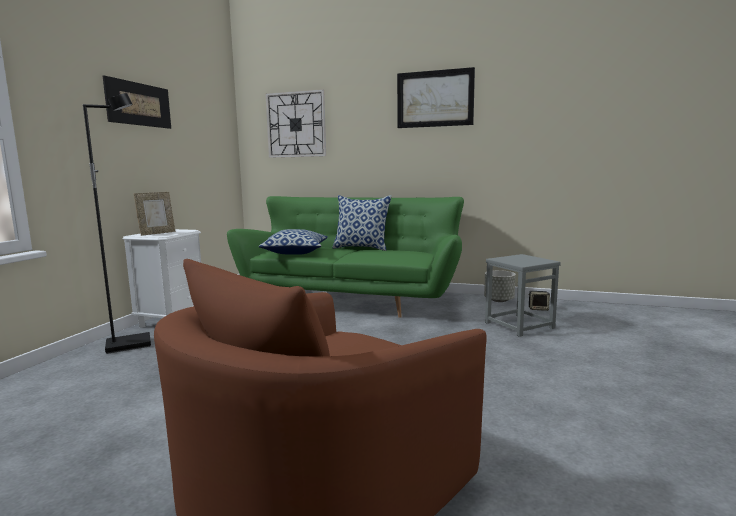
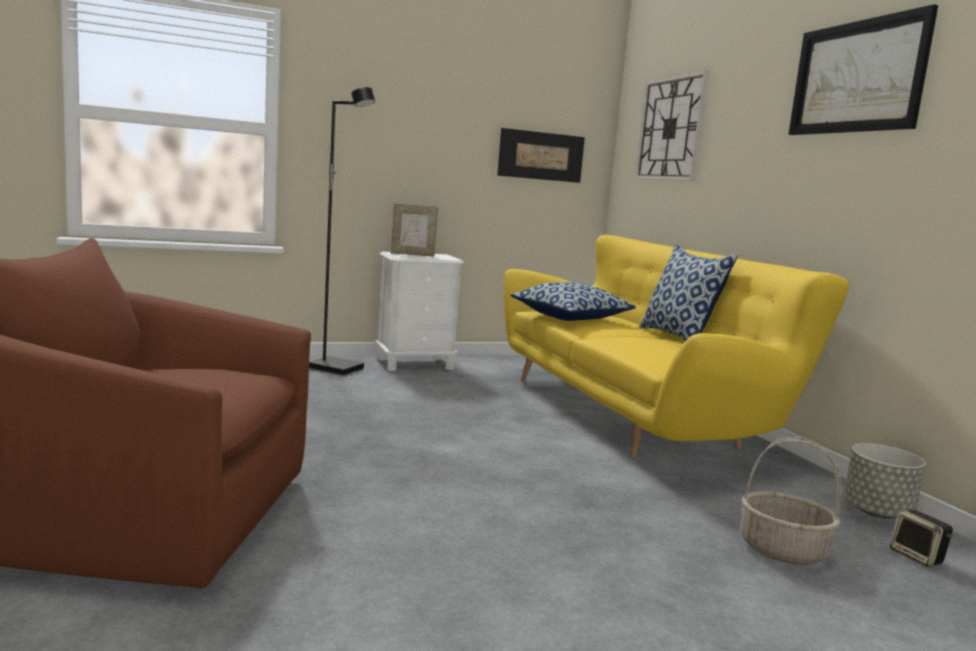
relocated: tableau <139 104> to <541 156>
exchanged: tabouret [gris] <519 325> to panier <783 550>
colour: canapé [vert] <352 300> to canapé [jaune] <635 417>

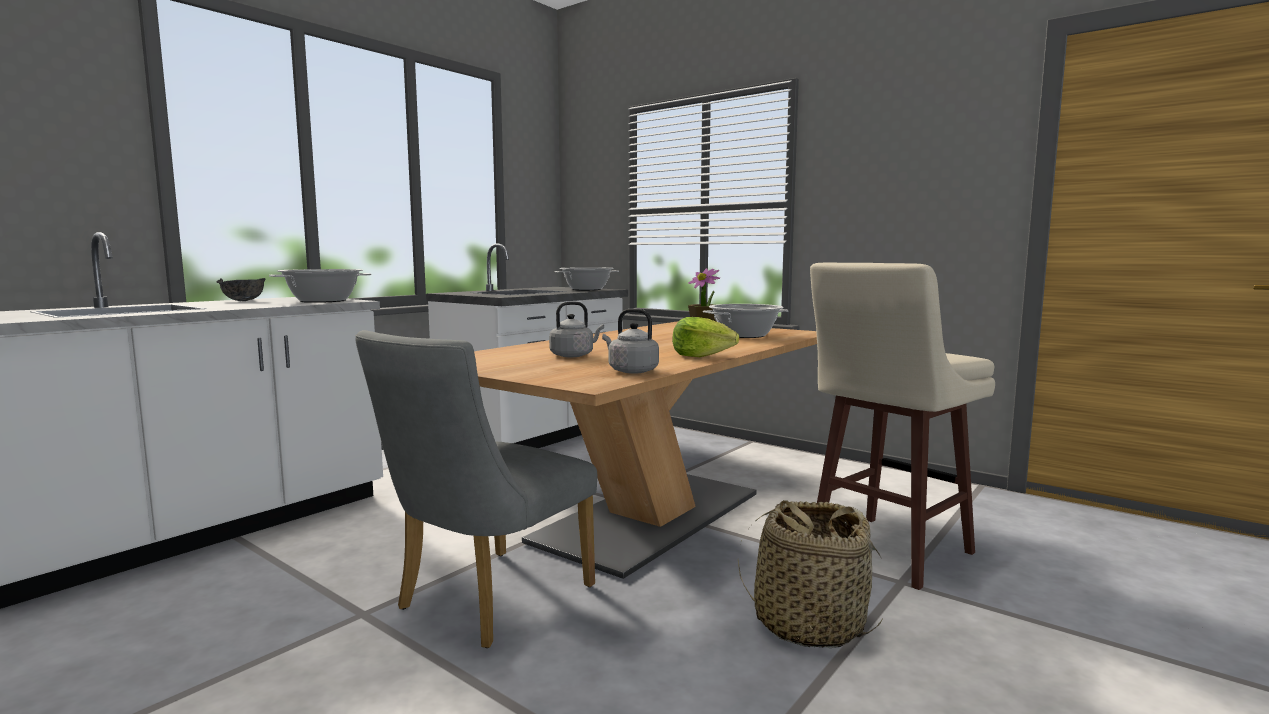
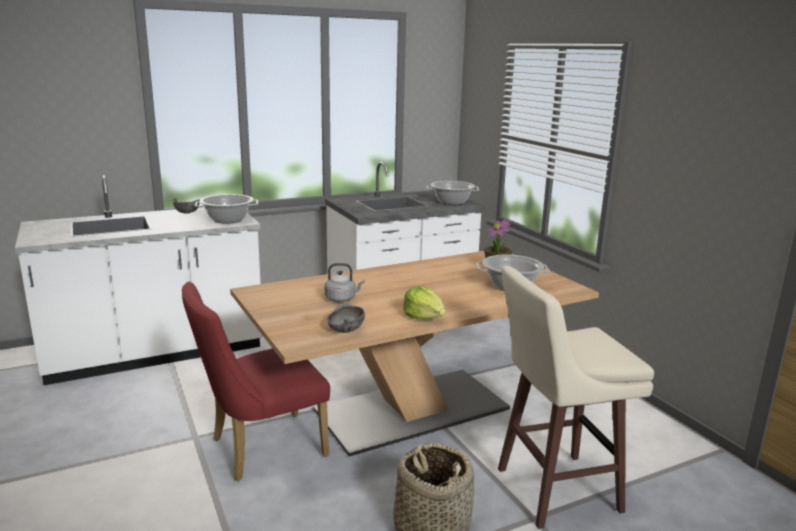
exchanged: bouilloire [gris] <630 371> to bol [gris] <345 330>
colour: chaise [gris] <485 602> to chaise [rouge] <260 449>

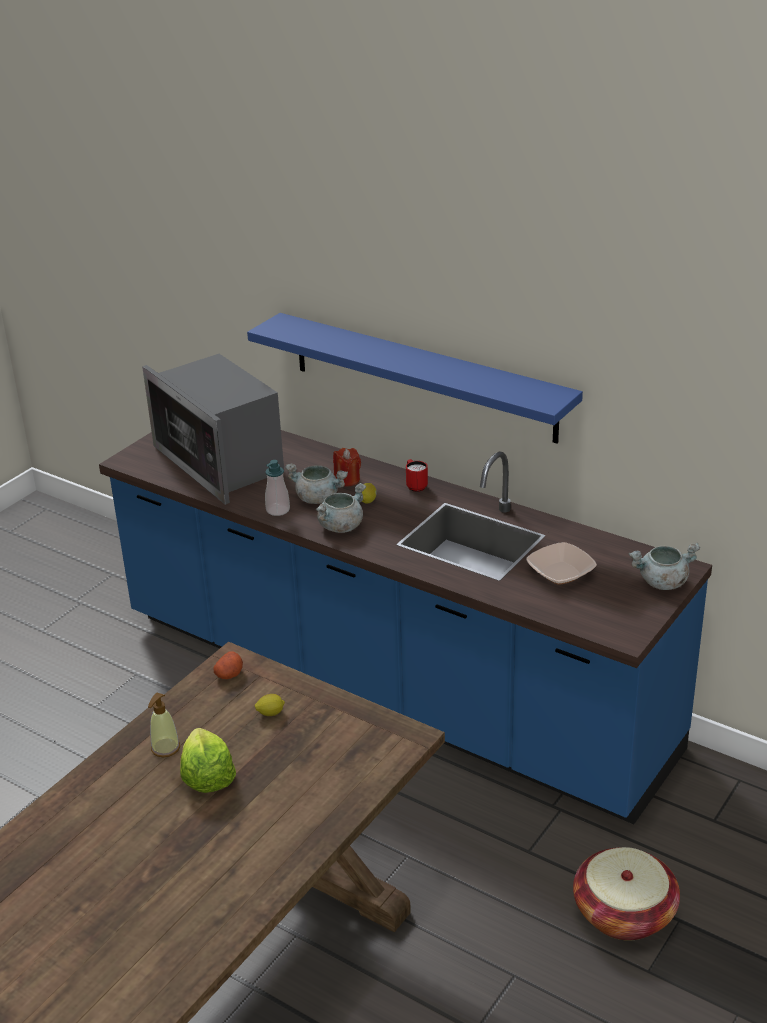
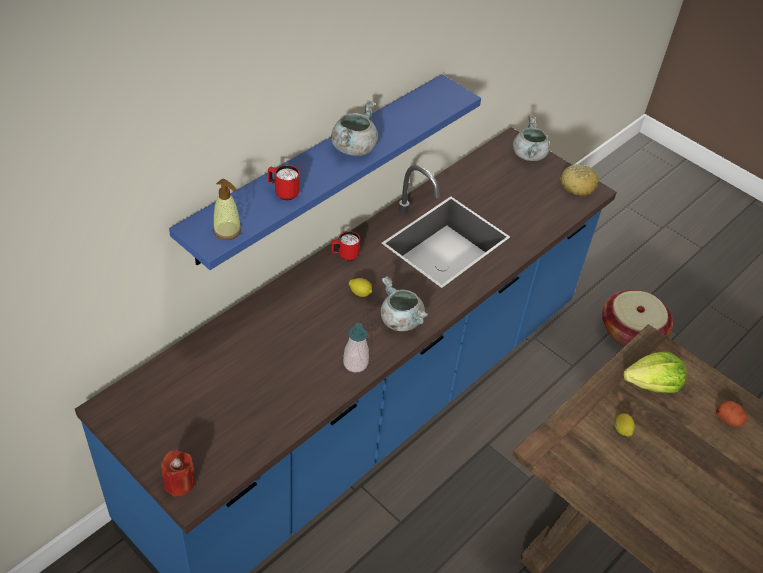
missing: micro-ondes <221 462>; bol <560 573>
appeared: mug [rouge] <283 192>; pain <577 185>
relocated: bougie [rouge] <347 480> to <179 483>; distributeur de savon <165 748> to <227 231>; marmite [gris] <318 498> to <353 147>; laitue <207 777> to <652 384>; pomme de terre <229 674> to <729 419>

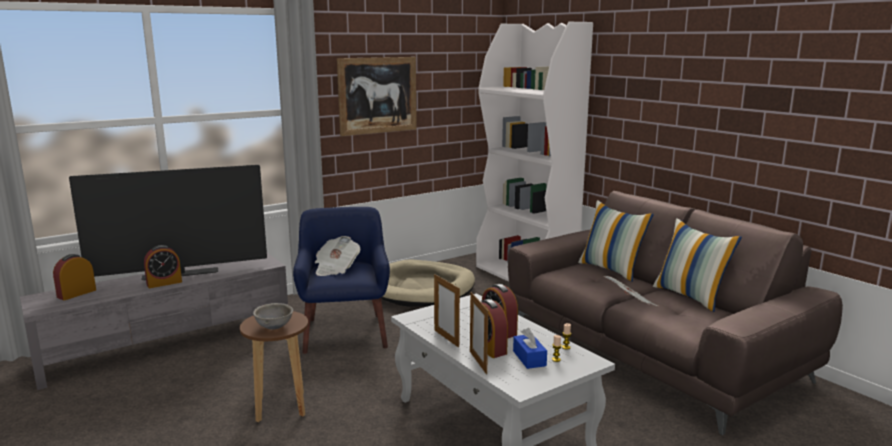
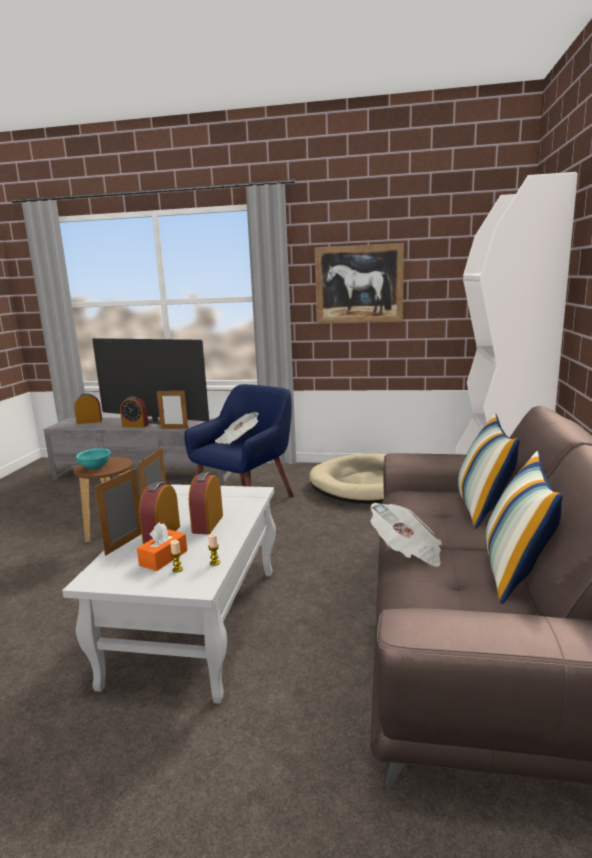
appeared: cadre photo <174 428>
colour: bol [gris] <275 327> to bol [turquoise] <95 468>; boîte à mouchoirs [bleu] <529 358> to boîte à mouchoirs [orange] <163 558>

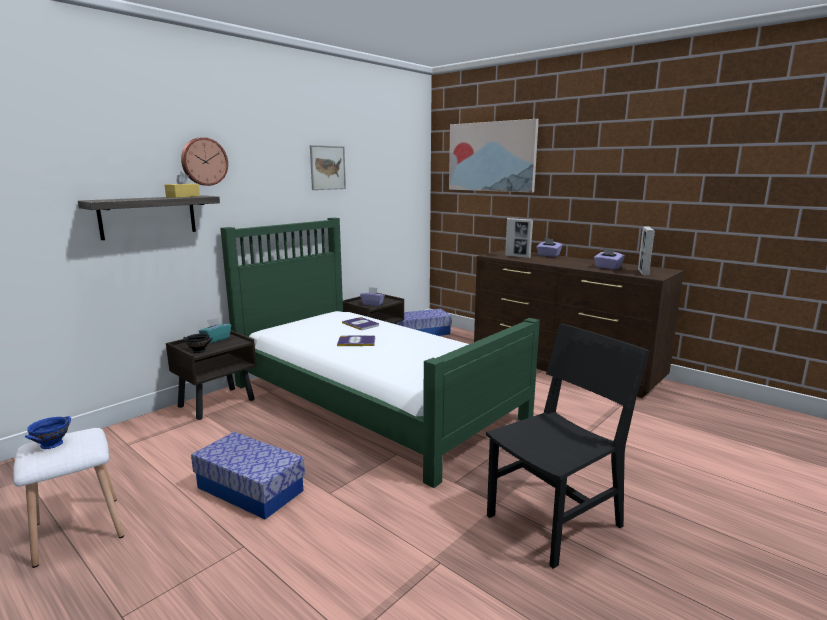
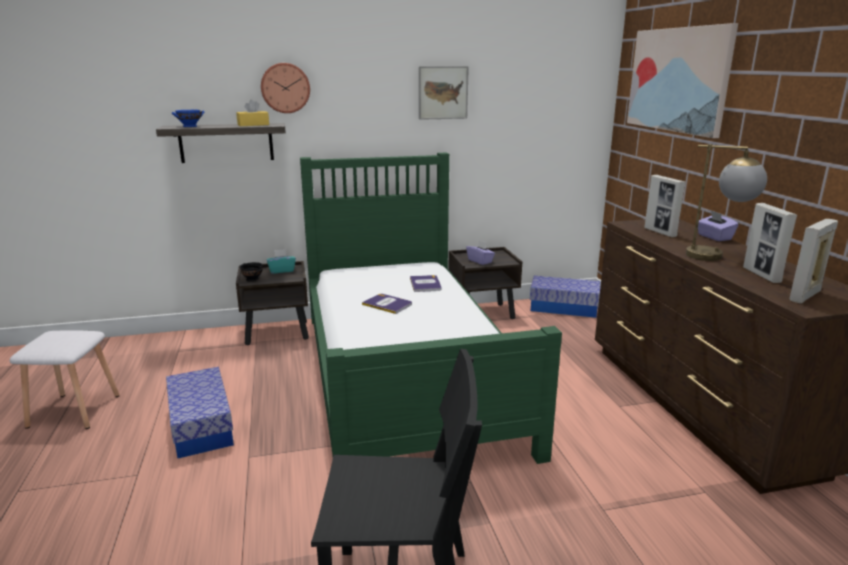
appeared: lampe de table <717 257>
relocated: bol [bleu] <53 444> to <190 126>
exchanged: boîte à mouchoirs [violet] <607 267> to cadre photo <761 275>

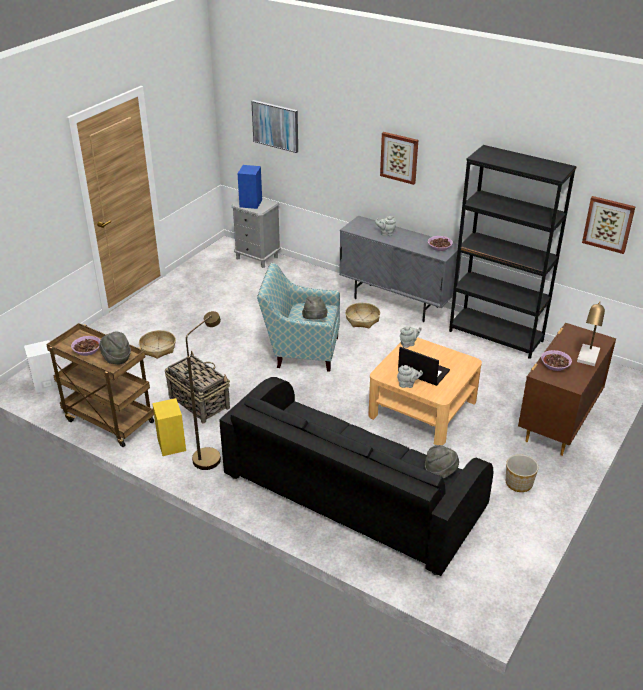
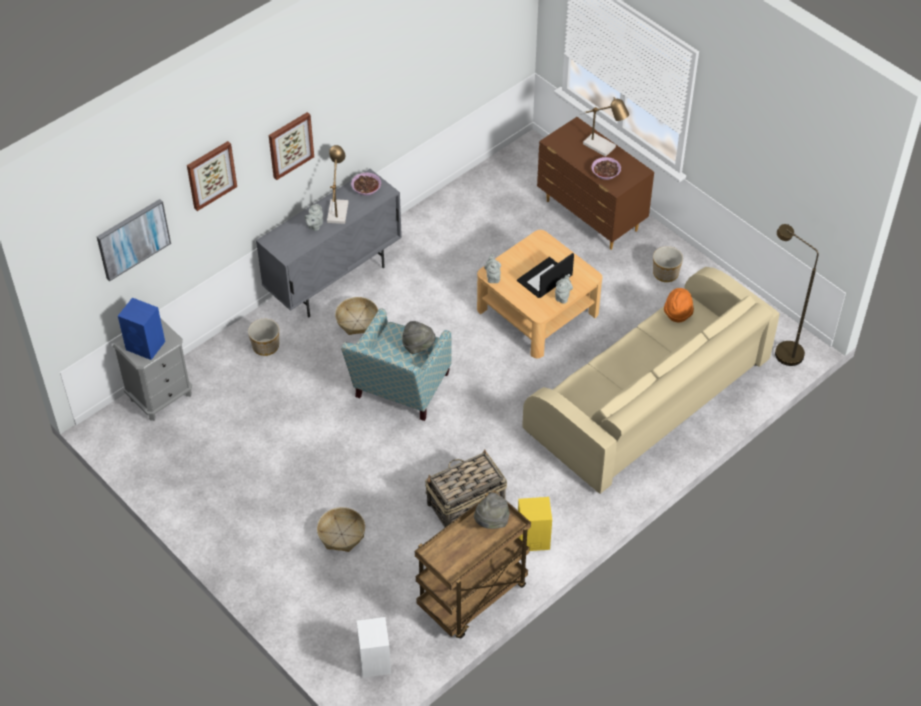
missing: bol <87 350>; bibliothèque [noir] <496 336>
appeared: cache-pot <265 346>; lampe de table <337 209>
relocated: tableau <608 224> to <210 174>; lampadaire [marron] <210 455> to <782 350>
colour: canapé [noir] <352 493> to canapé [beige] <648 398>; chapeau [gris] <440 472> to chapeau [orange] <677 313>

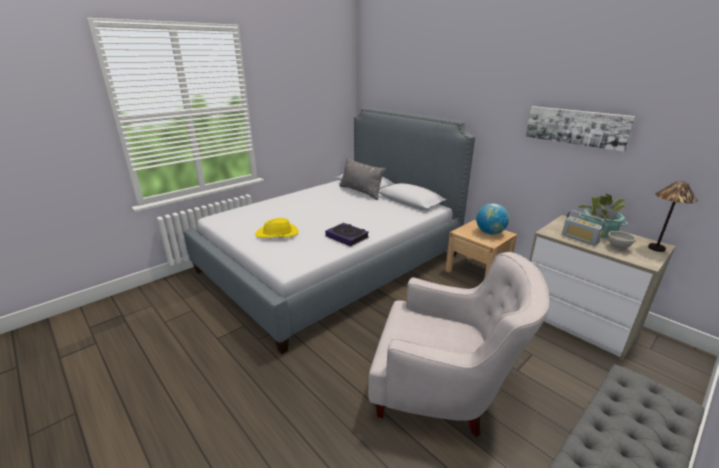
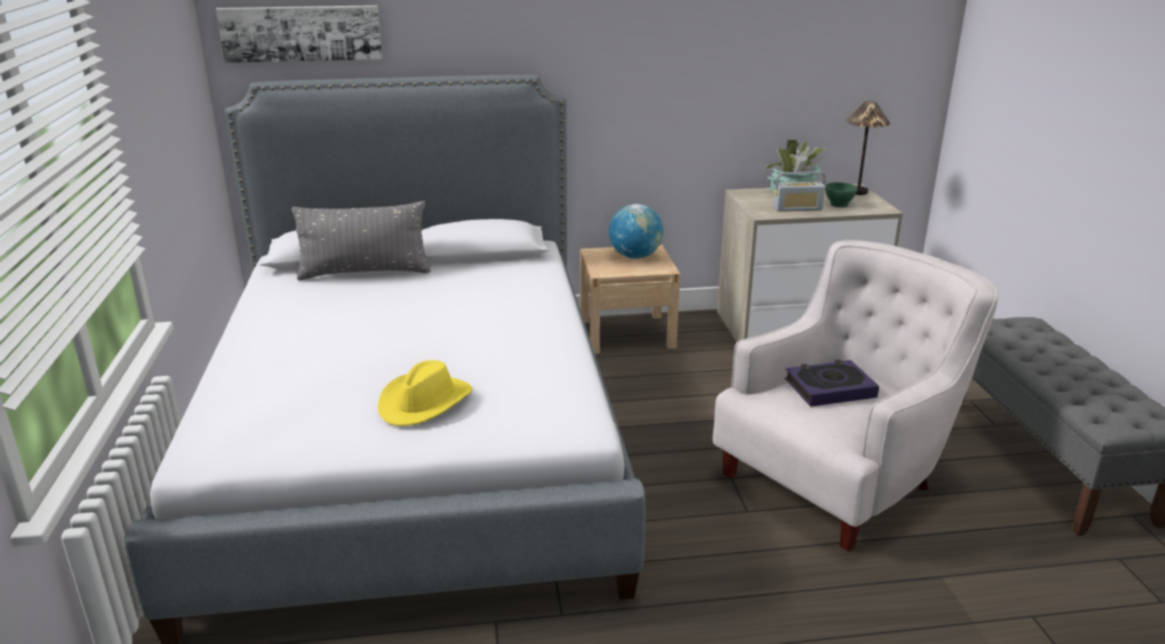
relocated: tableau <576 127> to <301 33>; livre <347 237> to <829 388>
colour: bol [blanc] <617 248> to bol [vert] <839 204>

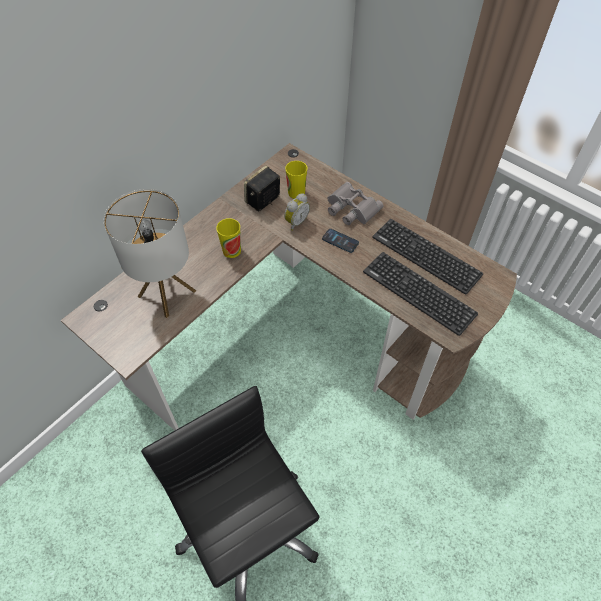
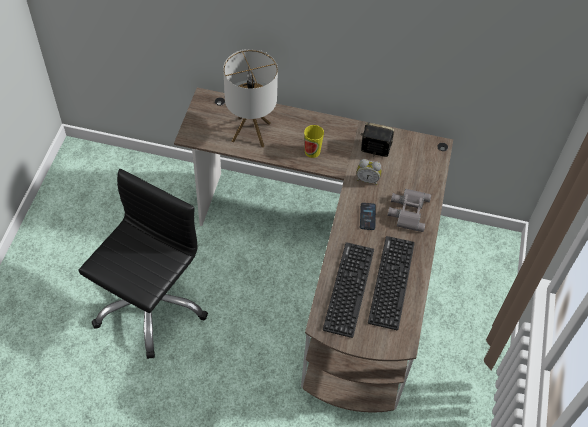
missing: tasse <296 192>

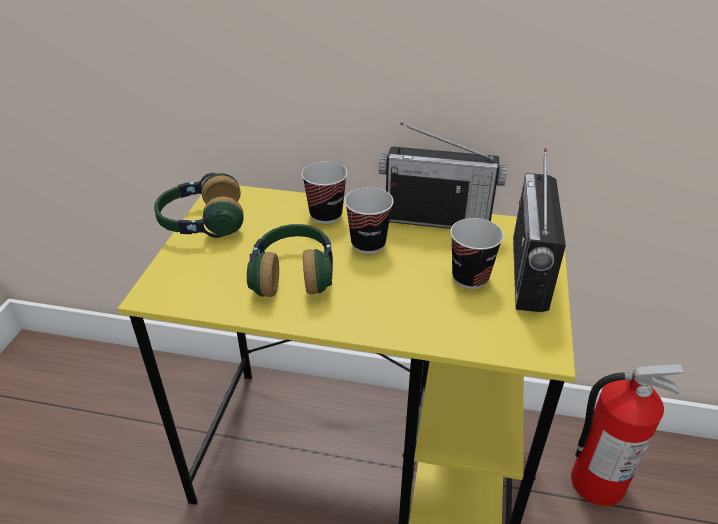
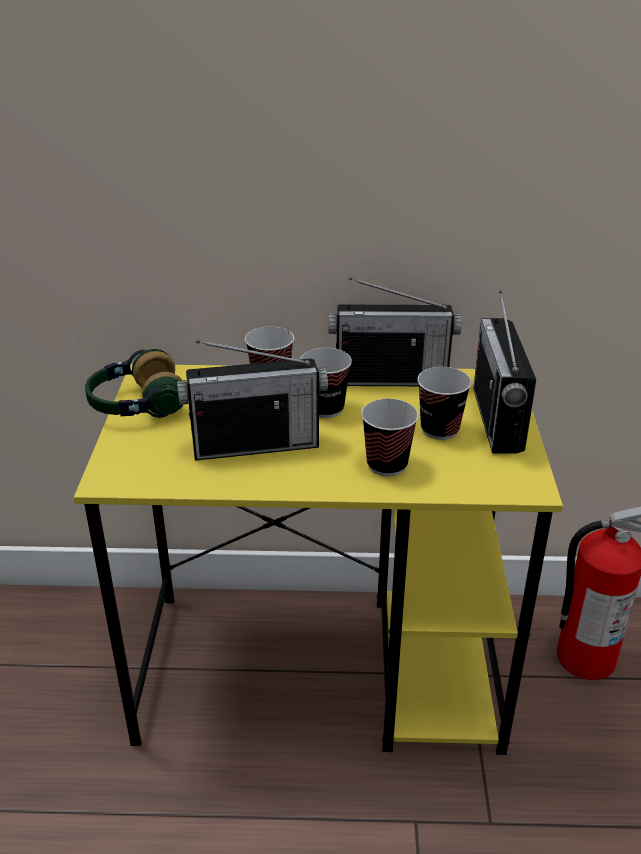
appeared: tasse <387 465>
exchanged: casque audio <293 274> to radio <255 445>

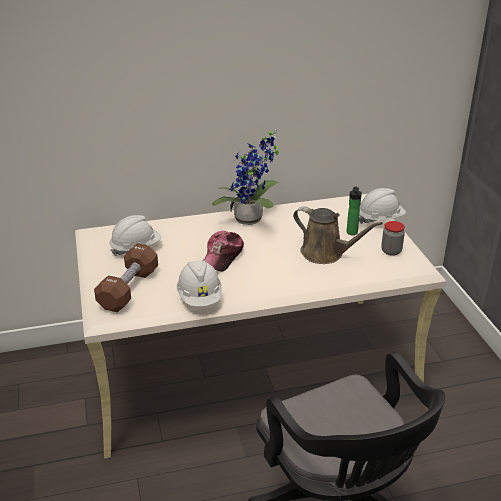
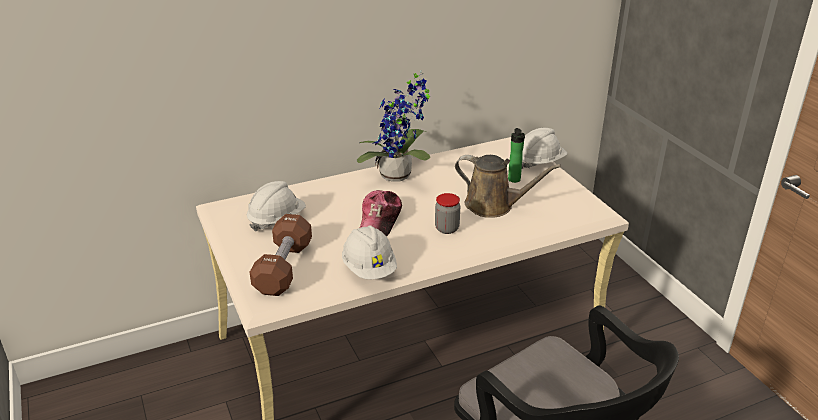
relocated: bocal <391 251> to <447 228>

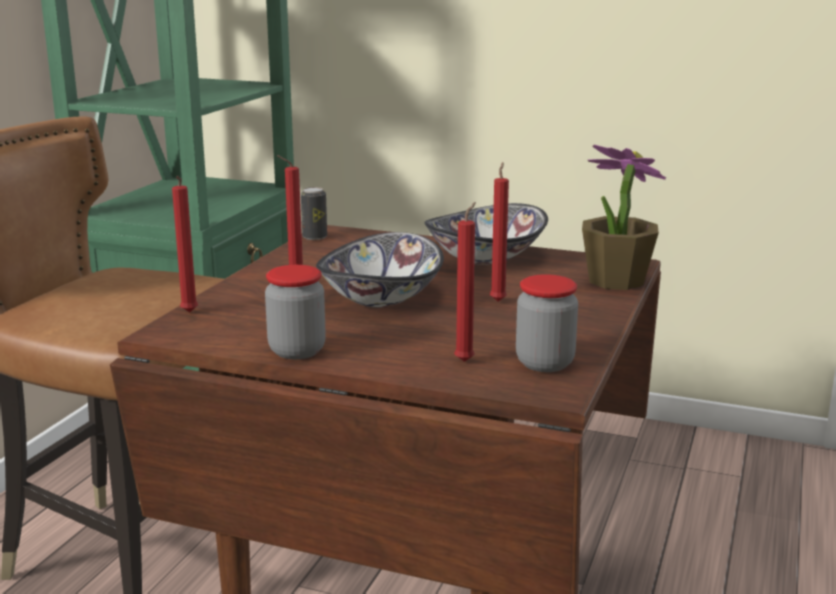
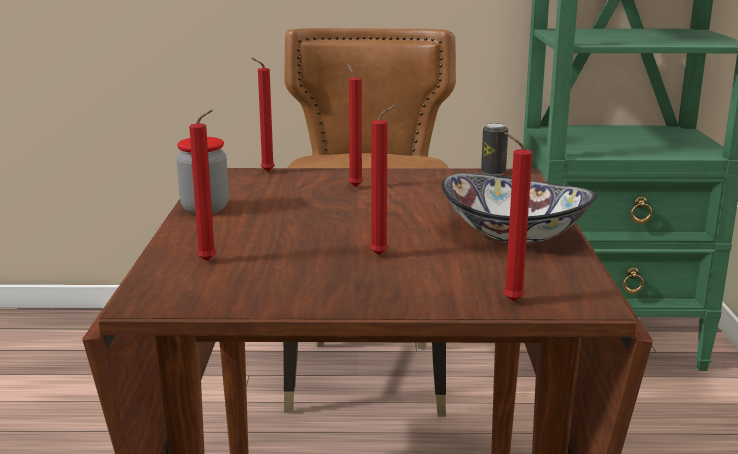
missing: bol <382 298>; bocal <544 363>
exchanged: plante en pot <615 280> to bougie [rouge] <509 301>

